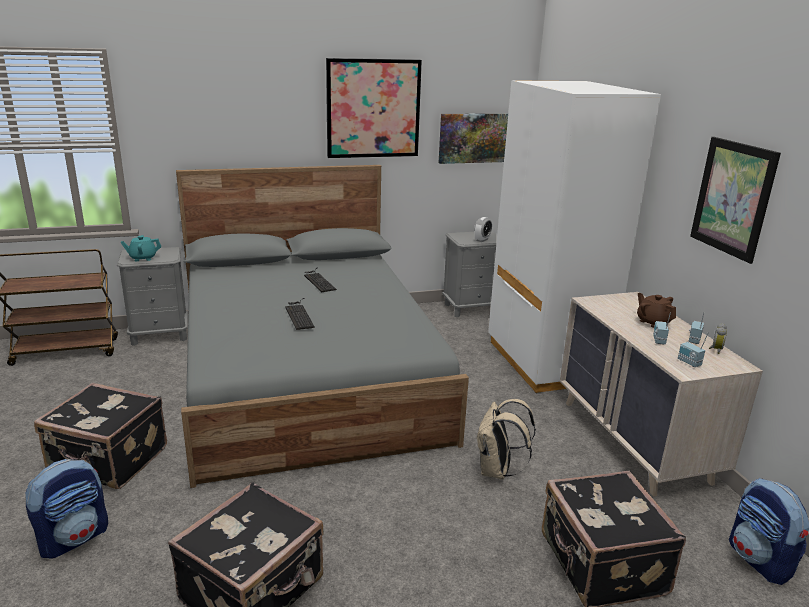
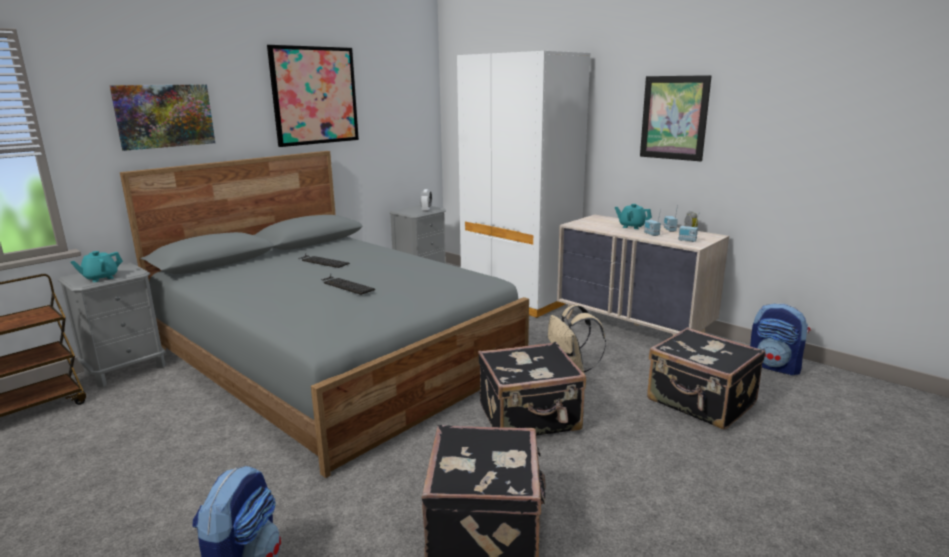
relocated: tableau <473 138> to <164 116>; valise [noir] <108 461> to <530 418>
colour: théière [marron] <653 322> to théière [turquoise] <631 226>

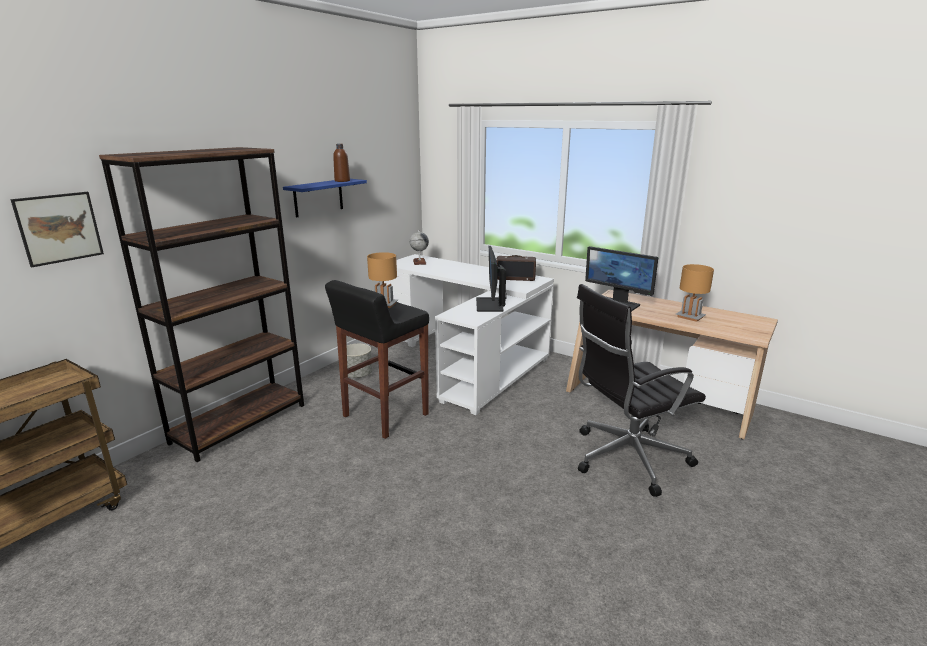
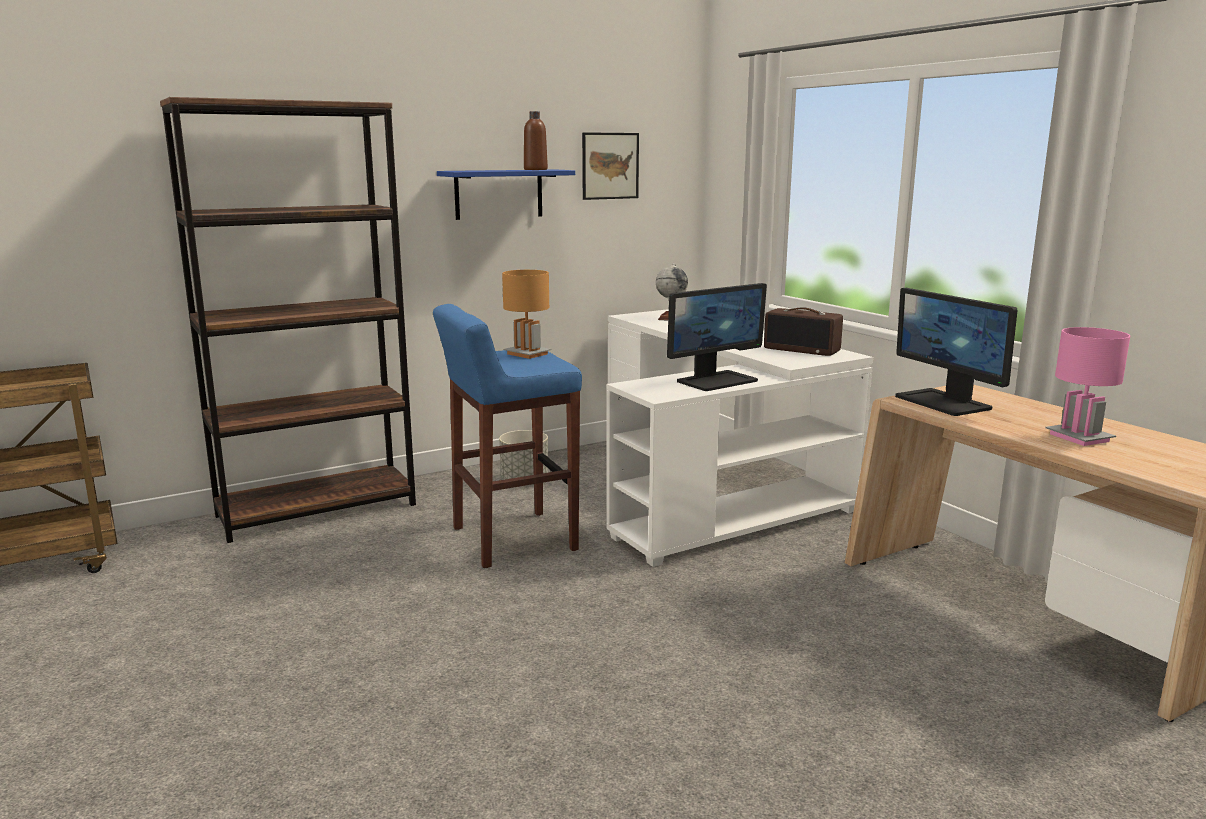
missing: chaise de bureau [noir] <626 458>
relocated: tableau <59 228> to <610 166>
colour: tabouret [noir] <384 416> to tabouret [bleu] <511 539>; lampe de table [marron] <690 317> to lampe de table [rose] <1078 438>
spun: écran d'ordinateur <490 305> = <716 381> 150 degrees counterclockwise

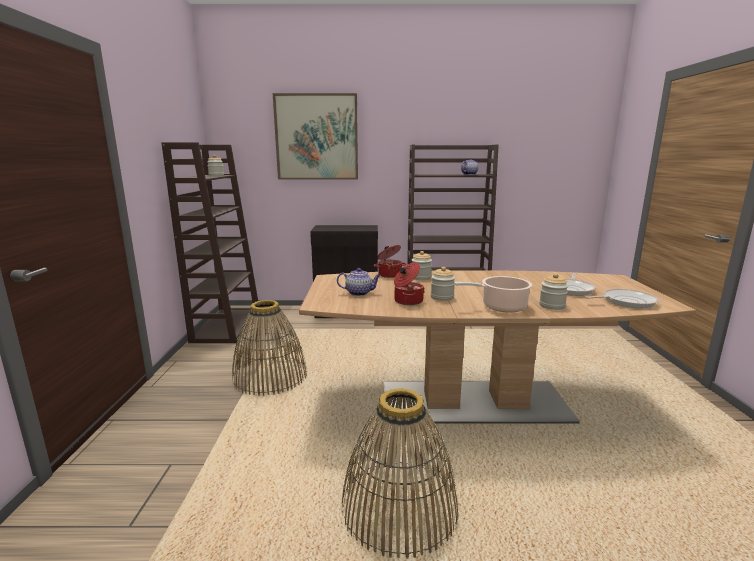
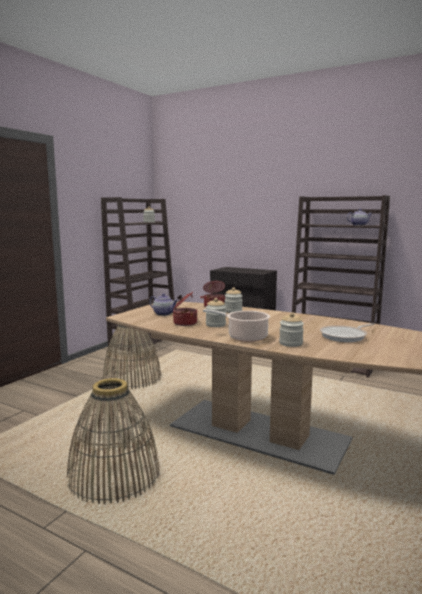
missing: tableau <316 137>; poêle <625 301>

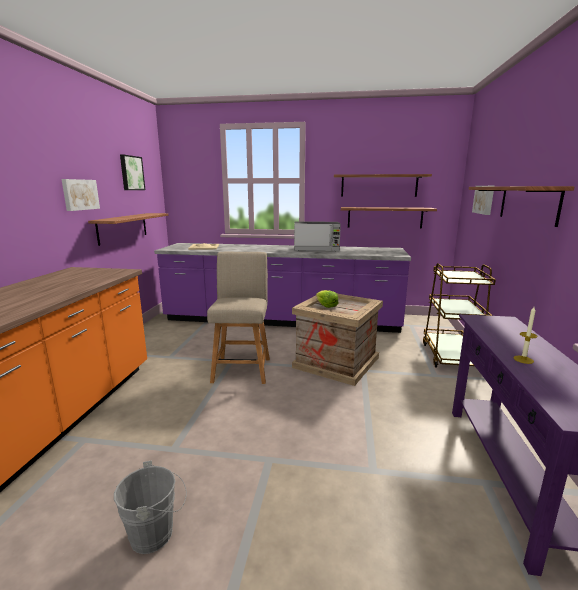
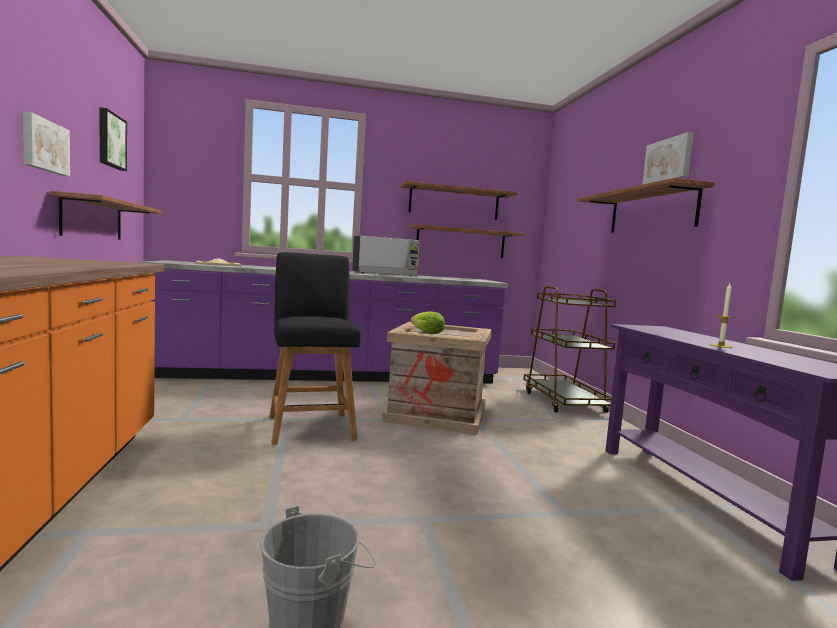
relocated: tableau <484 199> to <669 160>
colour: chaise [beige] <242 368> to chaise [noir] <310 426>

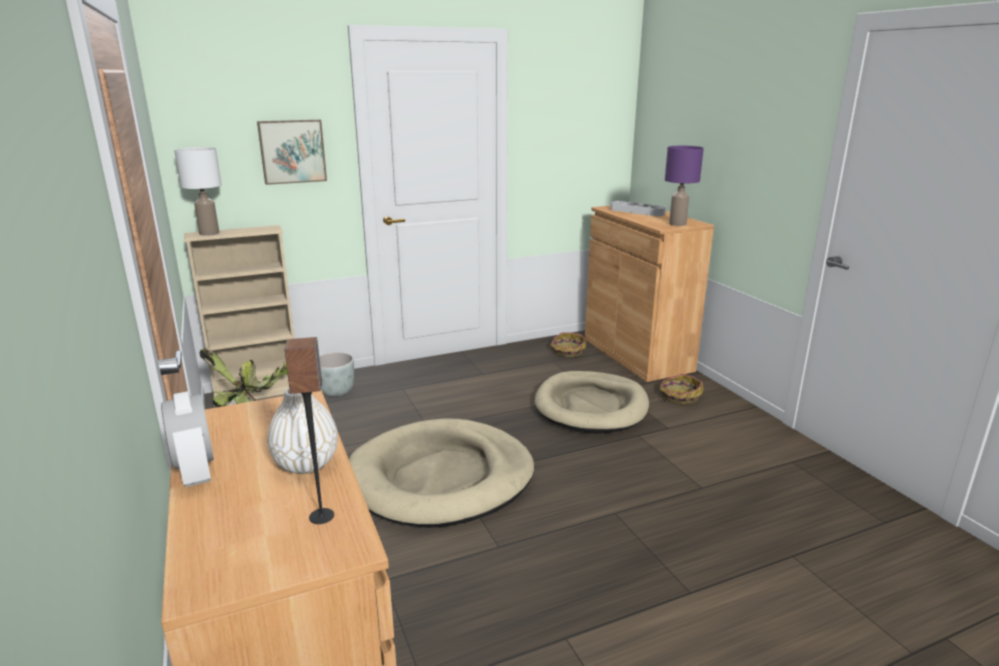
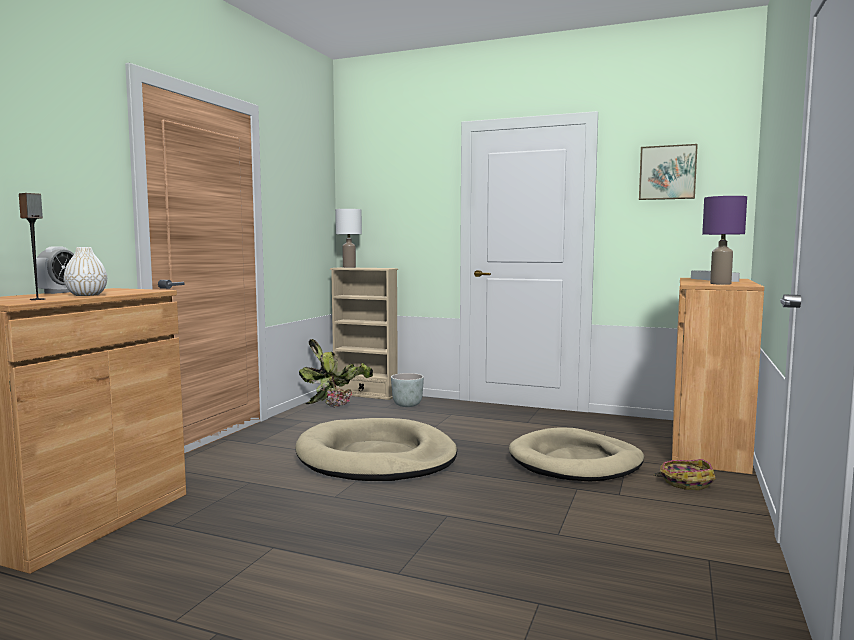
missing: panier <567 351>
relocated: tableau <292 151> to <667 172>

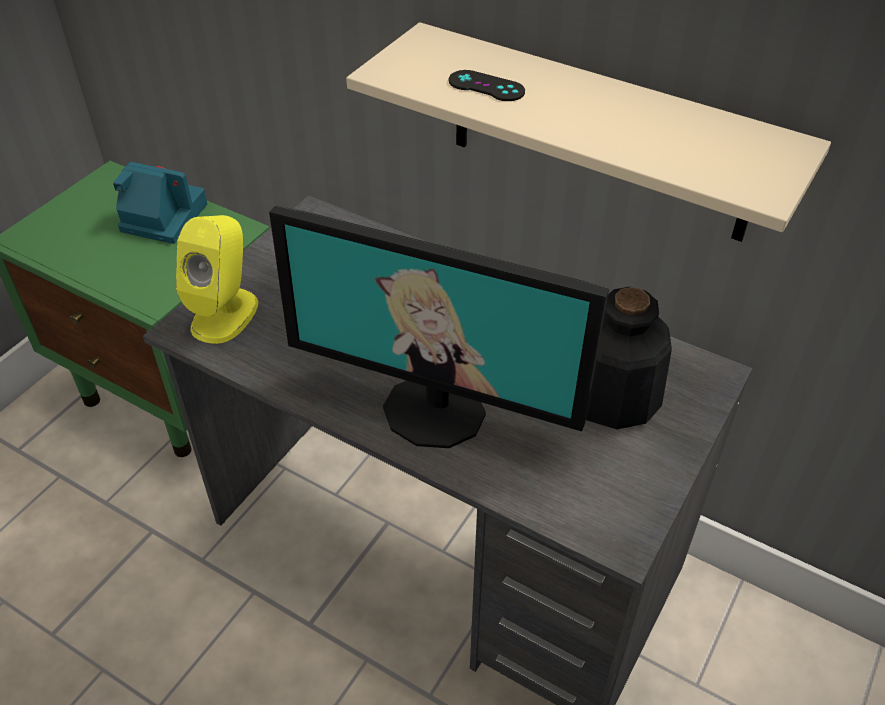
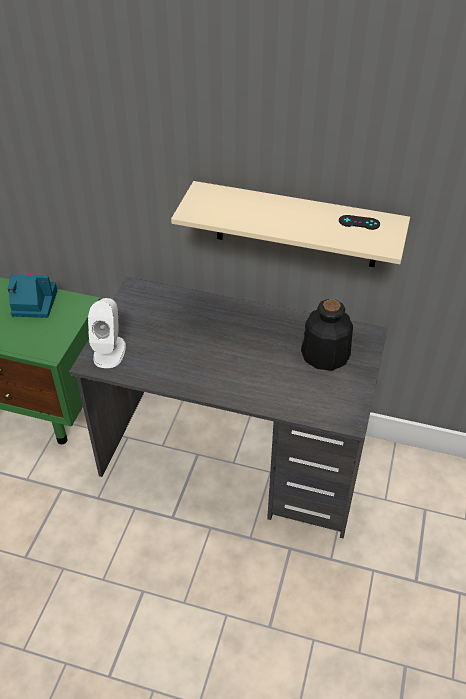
missing: écran d'ordinateur <435 409>
relocated: manette [noir] <486 86> to <359 222>
colour: enceinte [jaune] <225 314> to enceinte [blanc] <109 351>

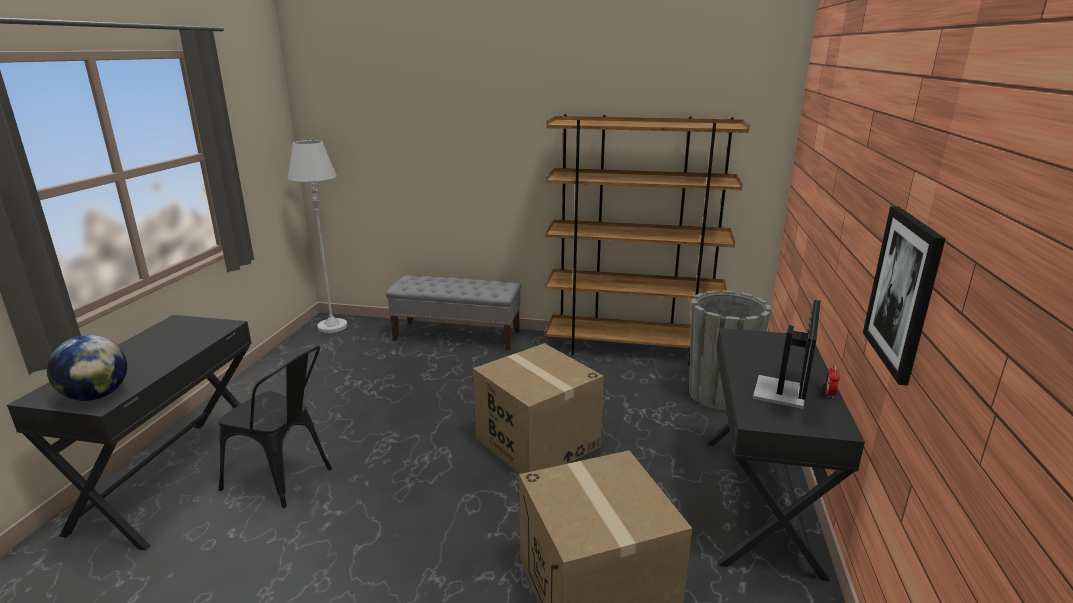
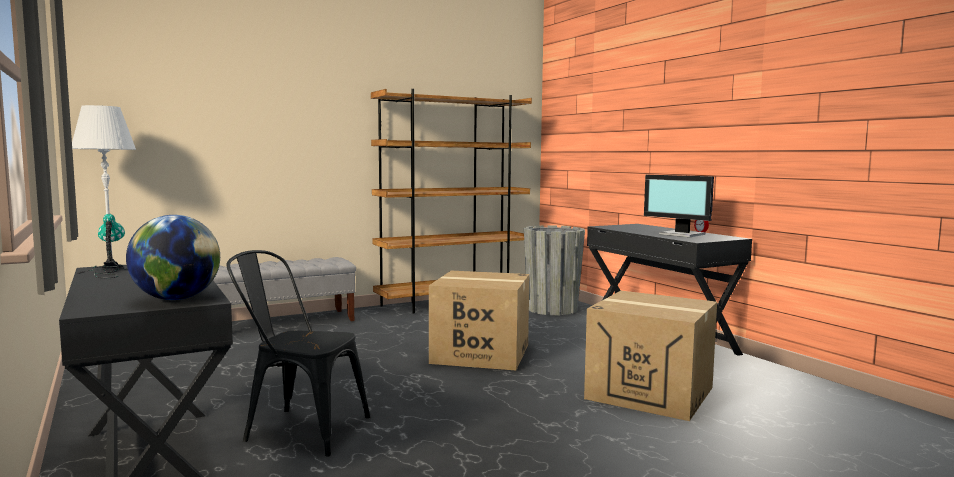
missing: tableau <903 292>
appeared: lampe de table <107 271>
spun: chaise [noir] <285 479> = <298 428> 150 degrees counterclockwise; écran d'ordinateur <783 392> = <681 234> 150 degrees clockwise

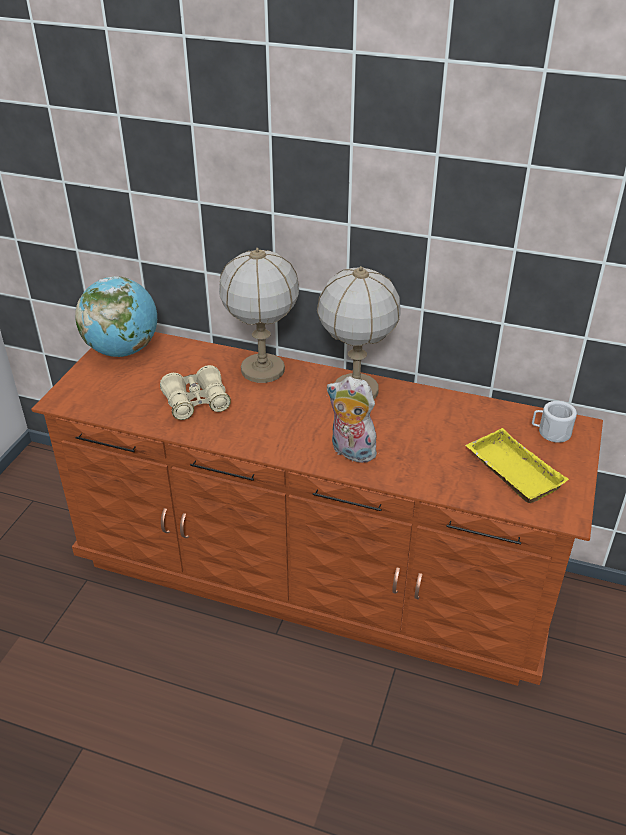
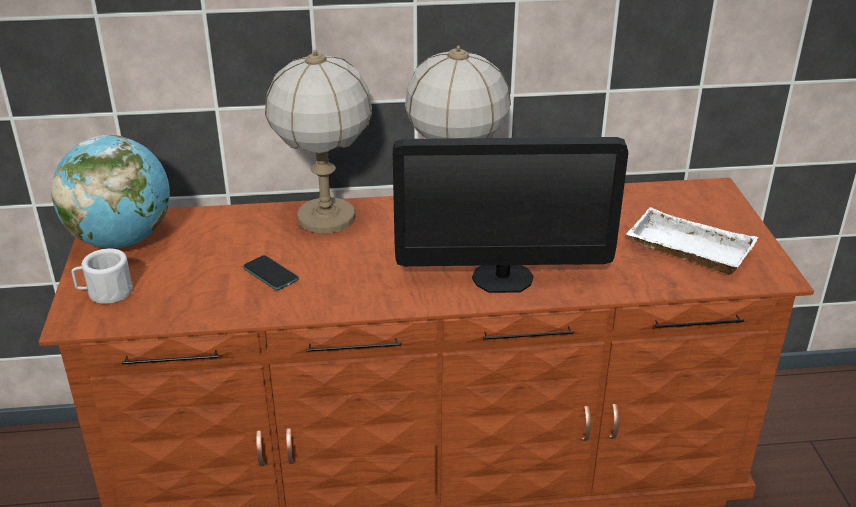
relocated: mug [blanc] <550 432> to <105 293>
exchanged: jumelles [beige] <196 402> to téléphone <270 274>; peluche <350 452> to écran d'ordinateur <502 277>
colour: plateau [jaune] <510 471> to plateau [blanc] <686 250>

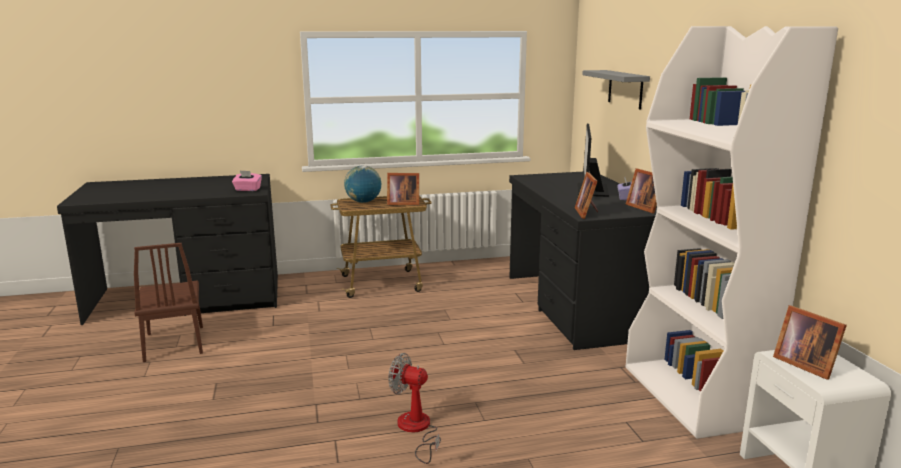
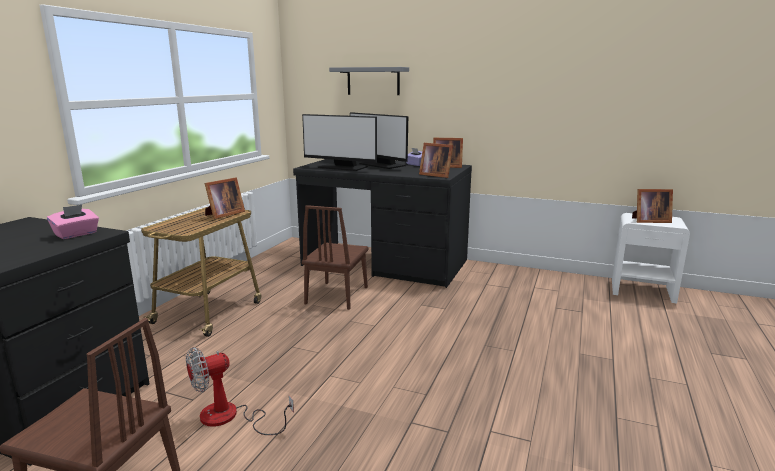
missing: globe <363 202>; bibliothèque [blanc] <694 396>
appeared: écran d'ordinateur <342 167>; chaise [marron] <337 295>
relocated: ventilateur <416 430> to <230 417>

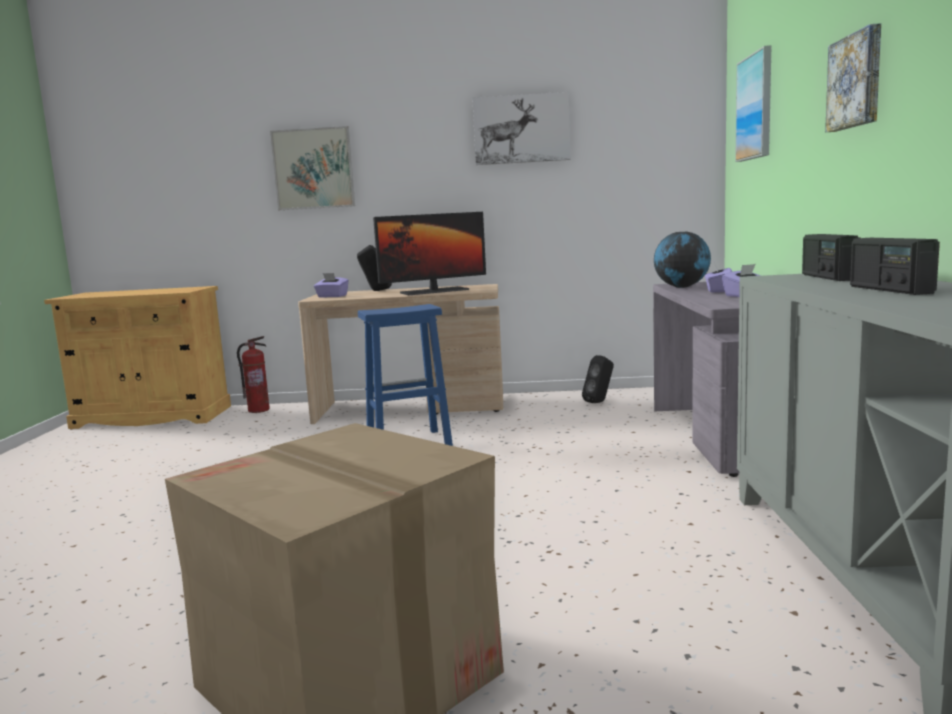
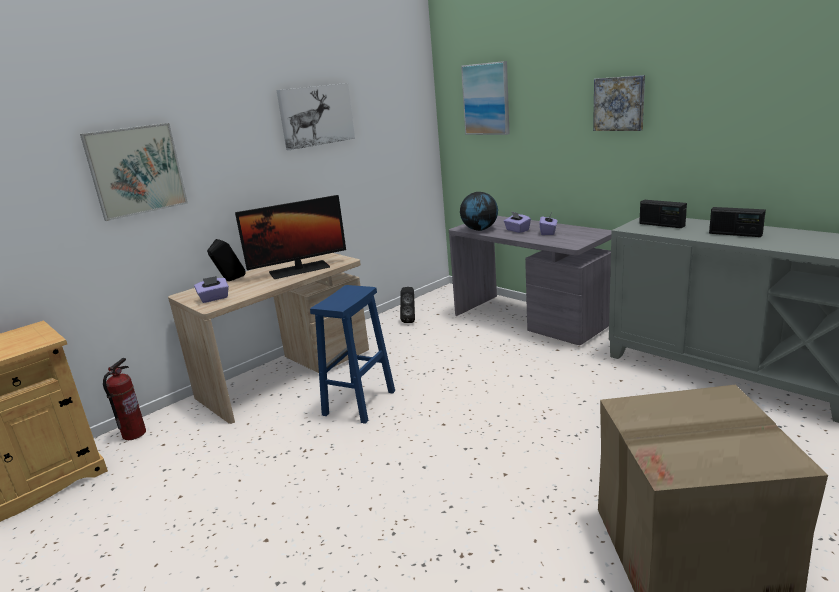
spun: écran d'ordinateur <434 291> = <299 270> 45 degrees clockwise

